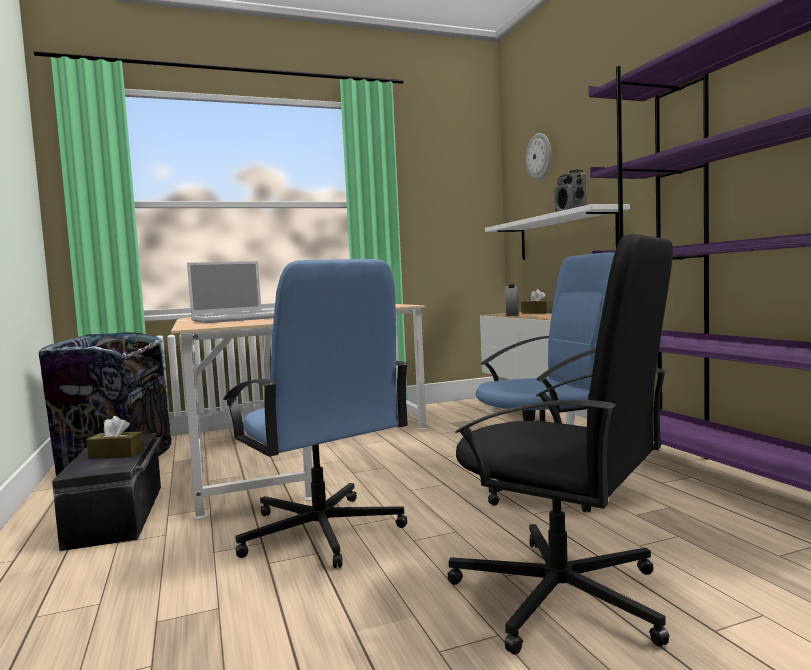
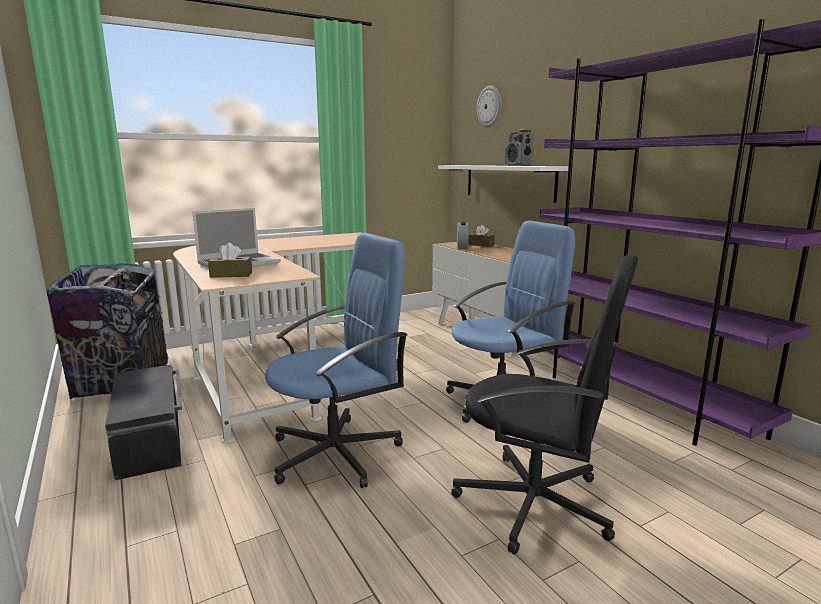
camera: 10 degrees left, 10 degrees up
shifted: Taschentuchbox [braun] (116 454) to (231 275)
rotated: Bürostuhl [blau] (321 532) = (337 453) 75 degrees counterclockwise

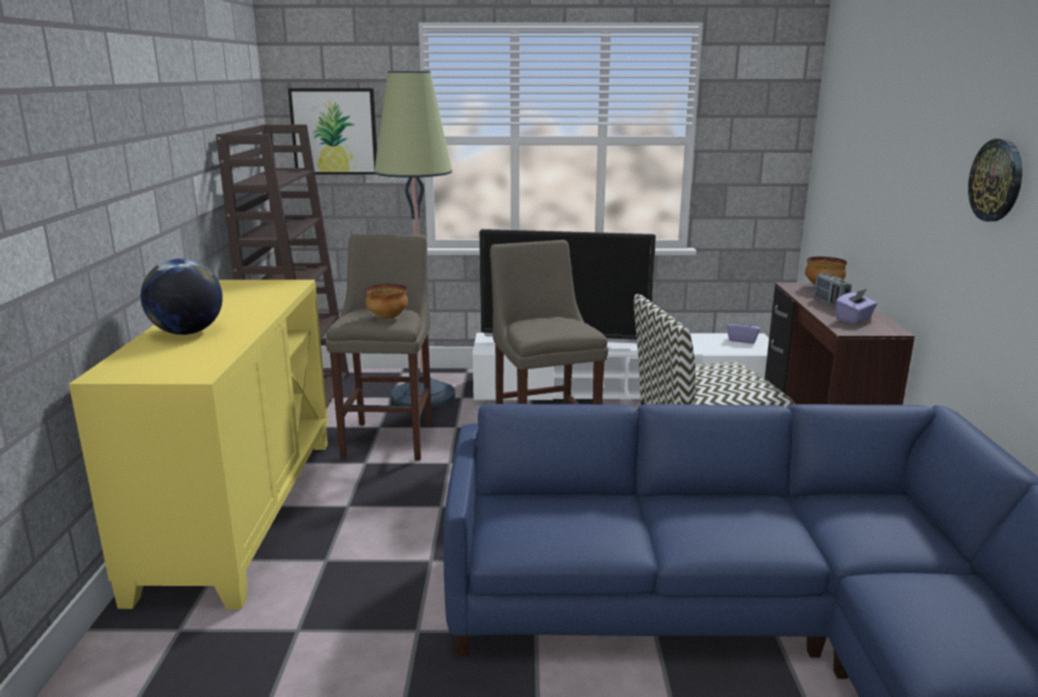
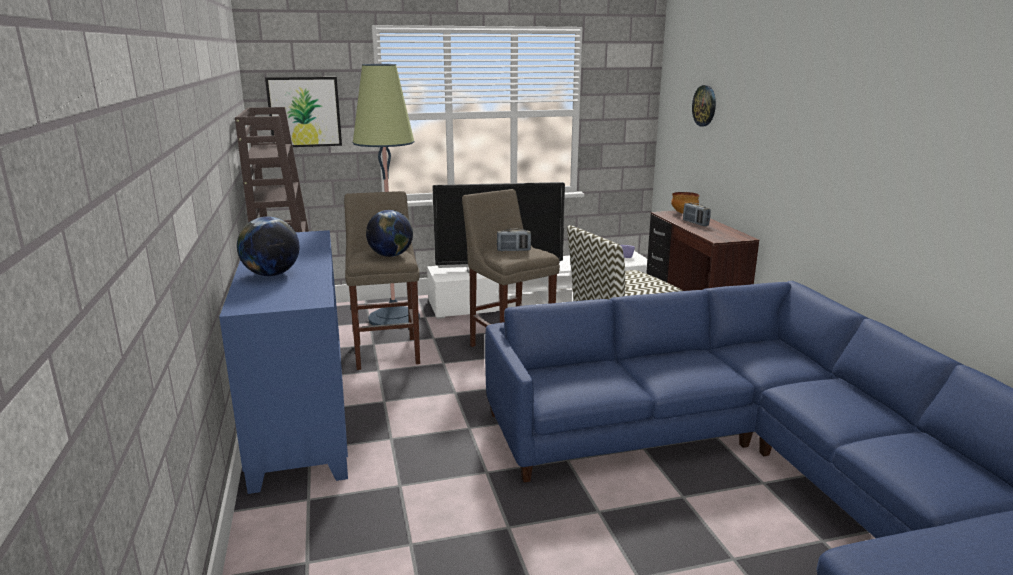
camera: 15 degrees left, 0 degrees up
gone: Taschentuchbox [lila] (854 319)
new: Radio (513 250)
shifted: Wanduhr (996 180) to (704 105)
swapped: Schüssel (388 317) to Globus (391 255)
repainted: Schrank [gelb] (239 512) to Schrank [blau] (300 416)

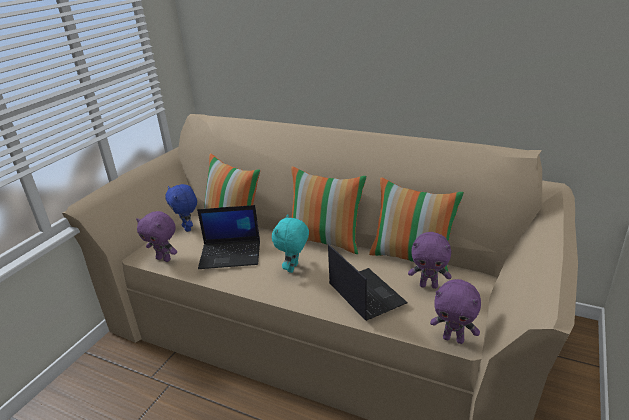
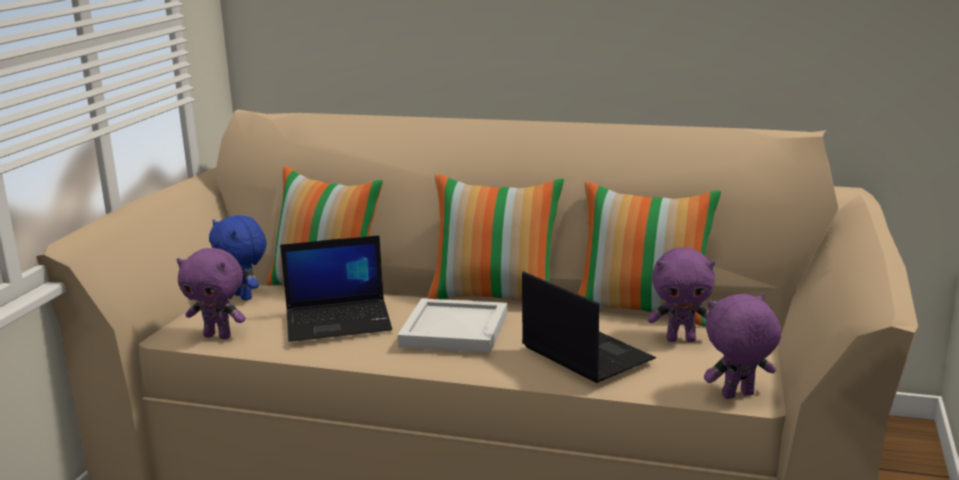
camera: 10 degrees left, 10 degrees down
swapped: Plüschtier [türkis] (293 268) to Tablett [weiß] (455 331)
rotated: Plüschtier [lila] (453 339) = (738 396) 150 degrees clockwise

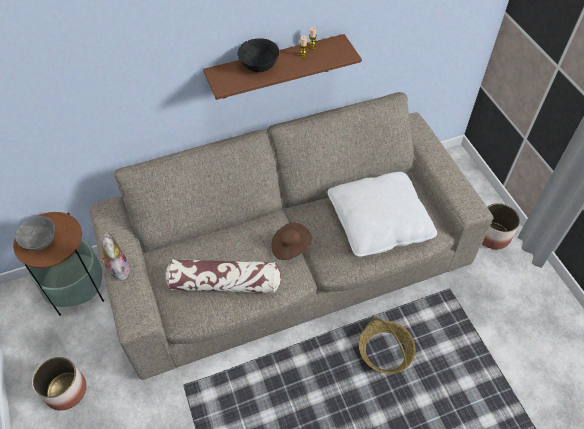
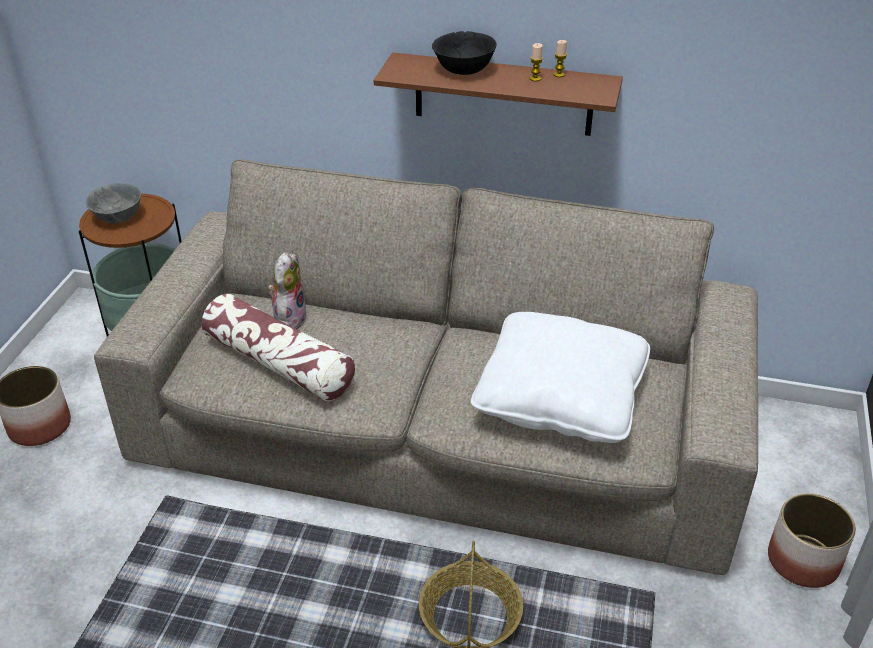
camera: 35 degrees right, 15 degrees down
gone: Hut [braun] (290 247)
shifted: Plüschtier (118 269) to (289 319)

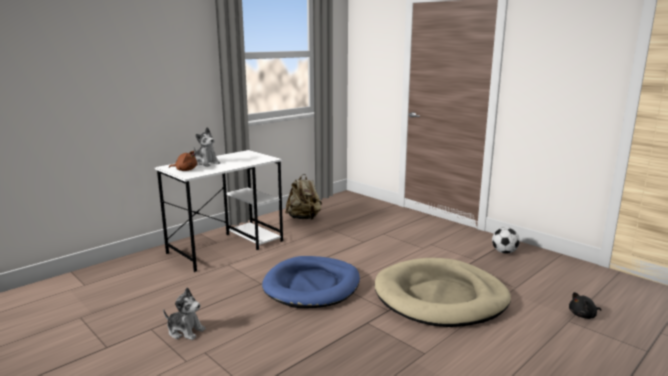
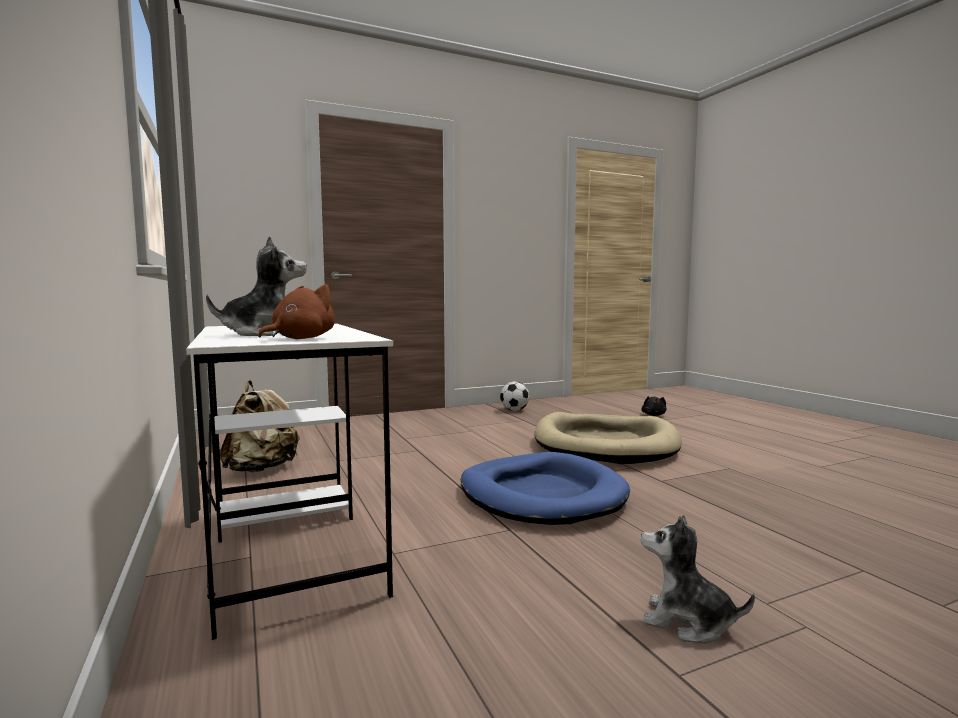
camera: 70 degrees left, 10 degrees down
rotated: Plüschtier (185 331) = (687 622) 105 degrees counterclockwise

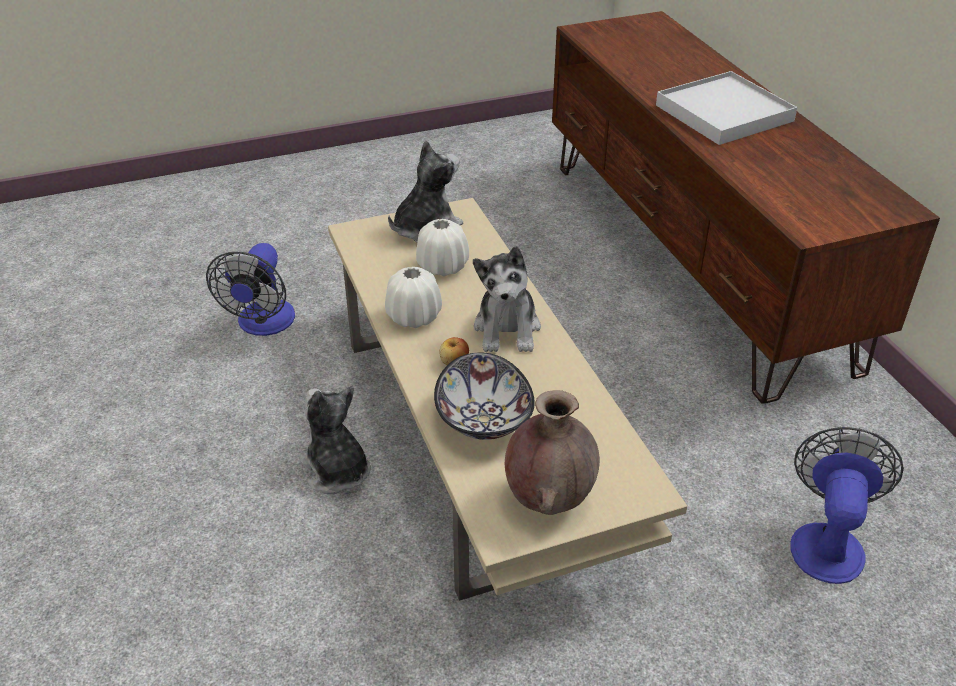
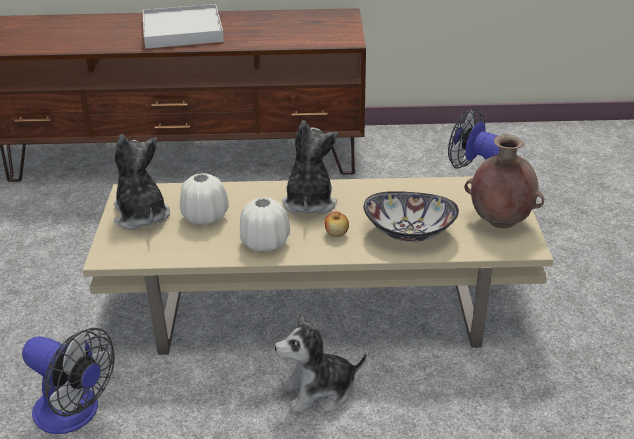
camera: 70 degrees left, 5 degrees down
rotated: Plüschtier (507 329) = (309 202) 105 degrees counterclockwise

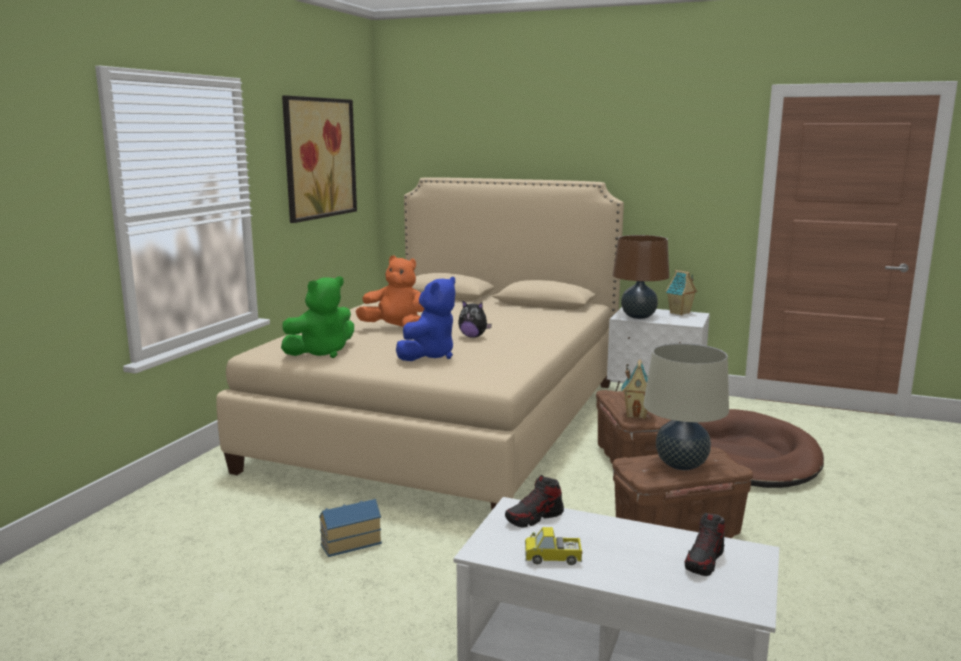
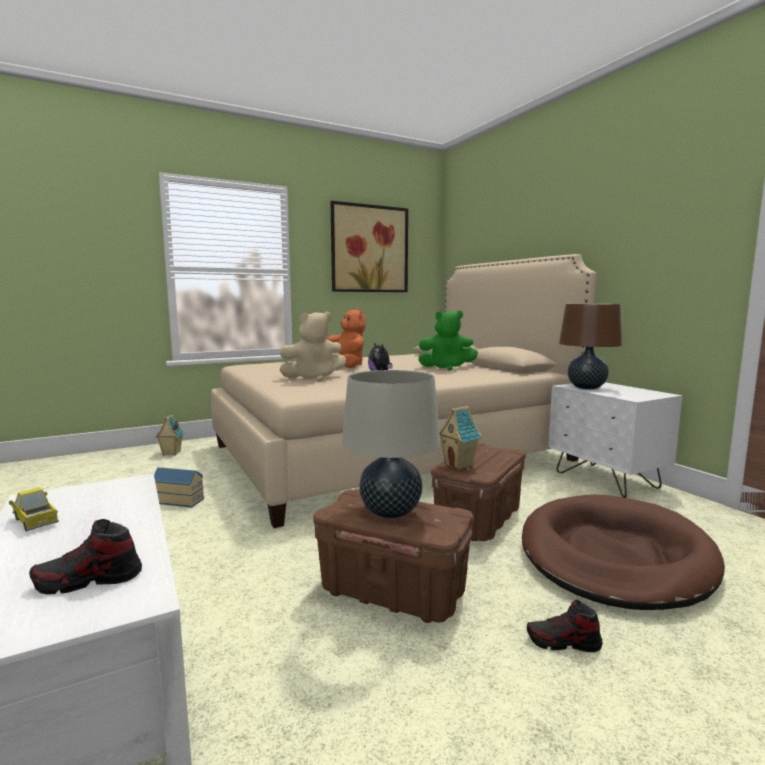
camera: 40 degrees right, 5 degrees down
shifted: Spielzeughaus (680 313) to (171 454); Plüschtier [grün] (321 352) to (447 368); Schuh (534 517) to (563 642)
repainted: Plüschtier [blau] (429 355) to Plüschtier [beige] (314 378)

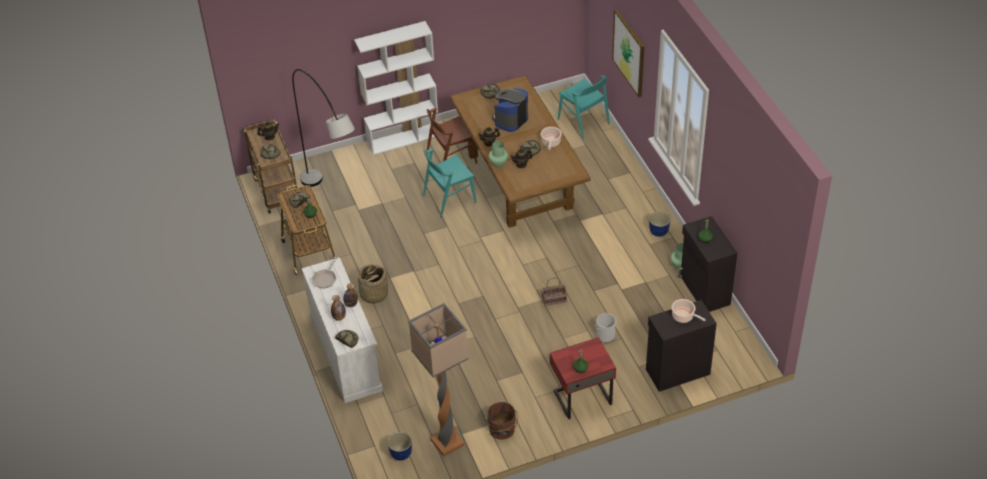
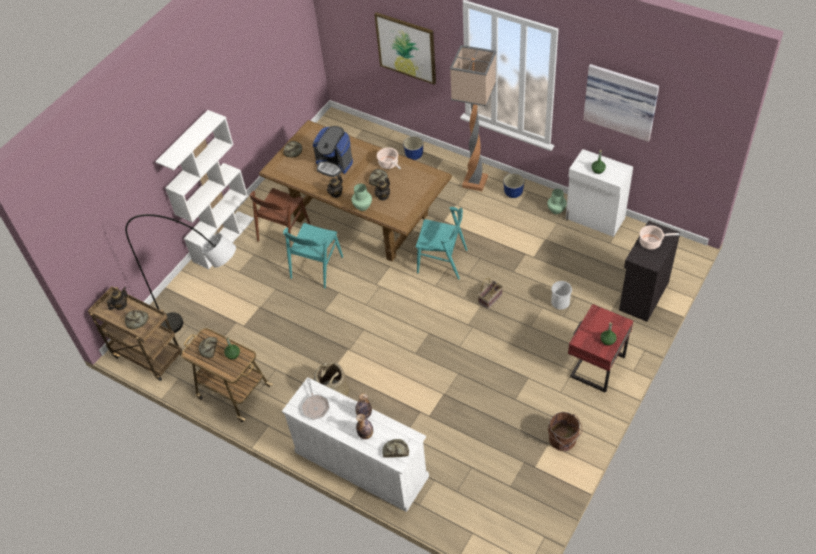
camera: 35 degrees left, 5 degrees up
new: Bild (621 100)
shifted: Pflanzkübel (401 454) to (414 155); Stuhl [türkis] (583 122) to (442 261); Stehlampe (447 443) to (475 182)
repainted: Schrank [schwarz] (704 290) to Schrank [weiß] (595 219)
rotated: Kaffeemaschine (510 120) = (334 164) 60 degrees counterclockwise

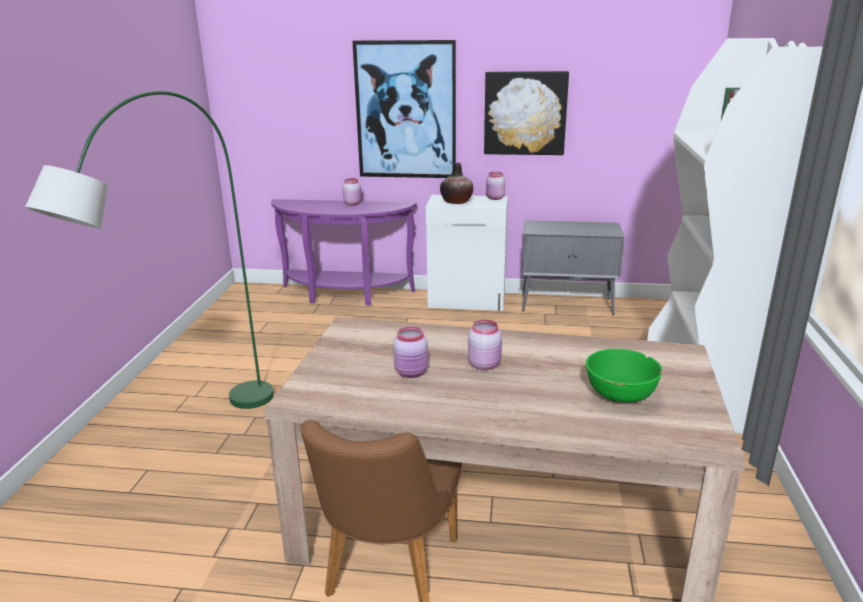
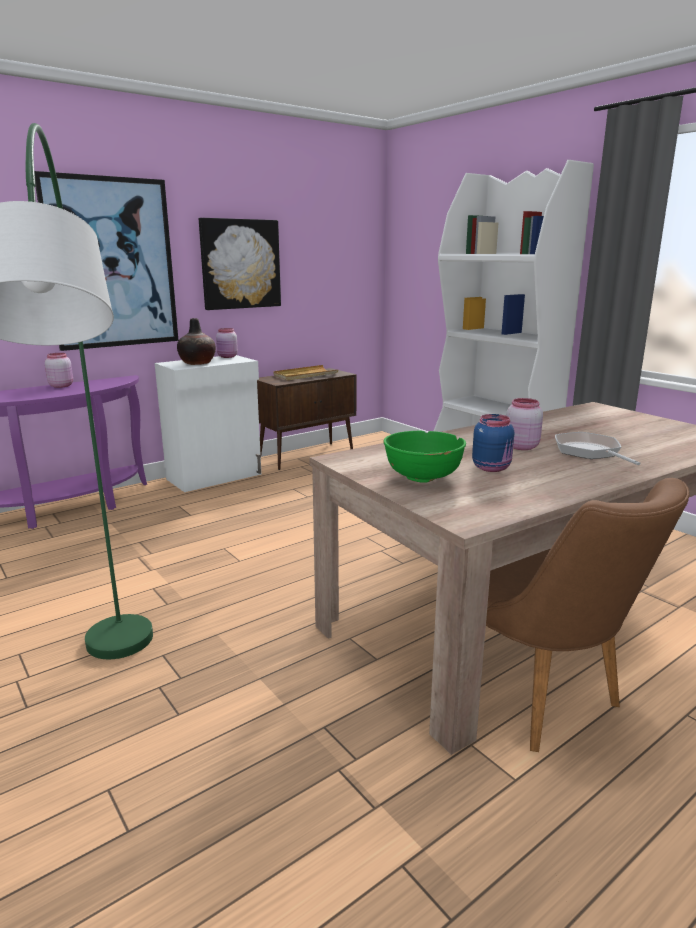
camera: 45 degrees left, 5 degrees down
new: Tablett [beige] (305 375); Pfanne (589 452)
shifted: Schüssel [grün] (620 394) to (422 476)
repainted: Schrank [grau] (567 305) to Schrank [braun] (307 455); Vorratsglas [rosa] (412 373) to Vorratsglas [blau] (492 468)

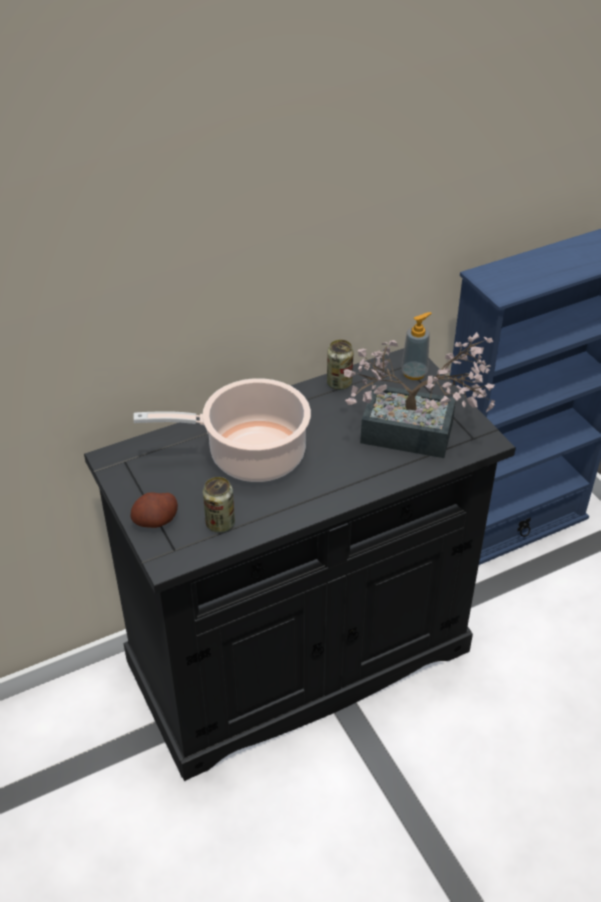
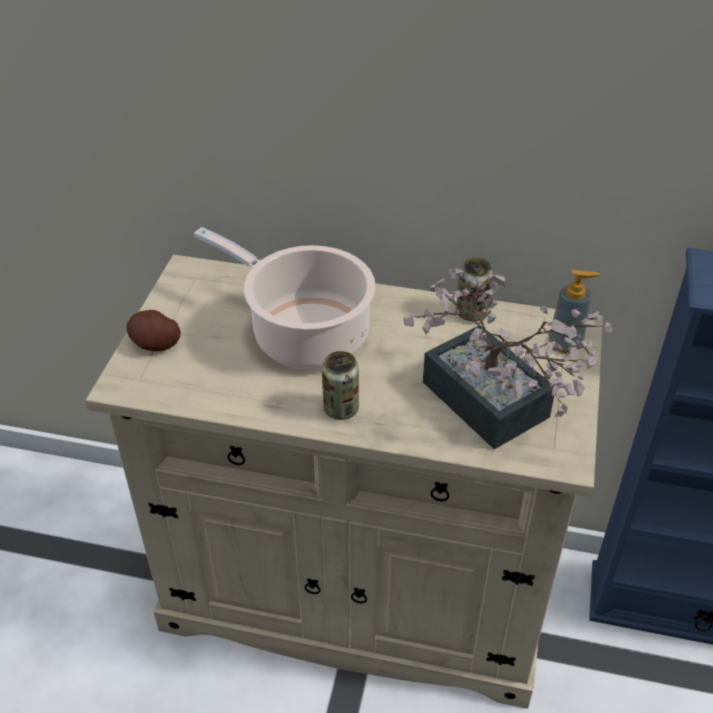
camera: 40 degrees right, 0 degrees up
shifted: Dose (220 524) to (341 409)
repainted: Schrank [schwarz] (299 657) to Schrank [beige] (356 593)

